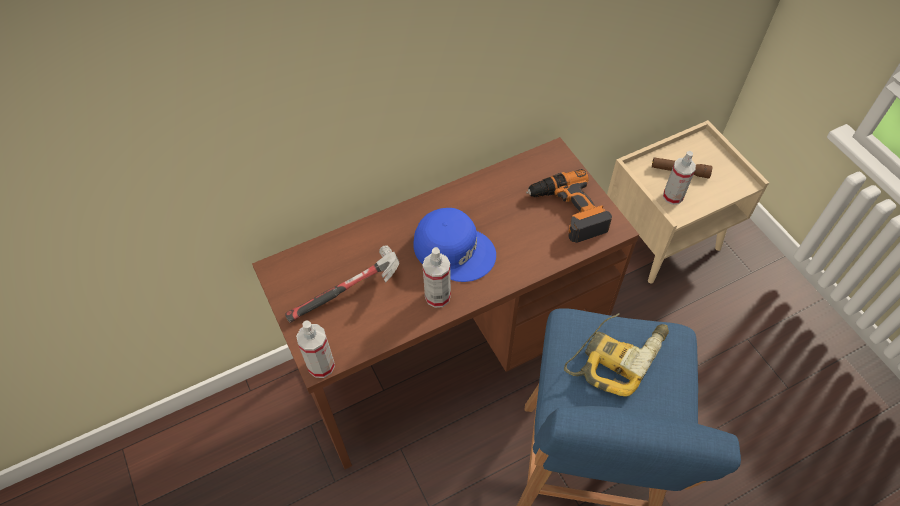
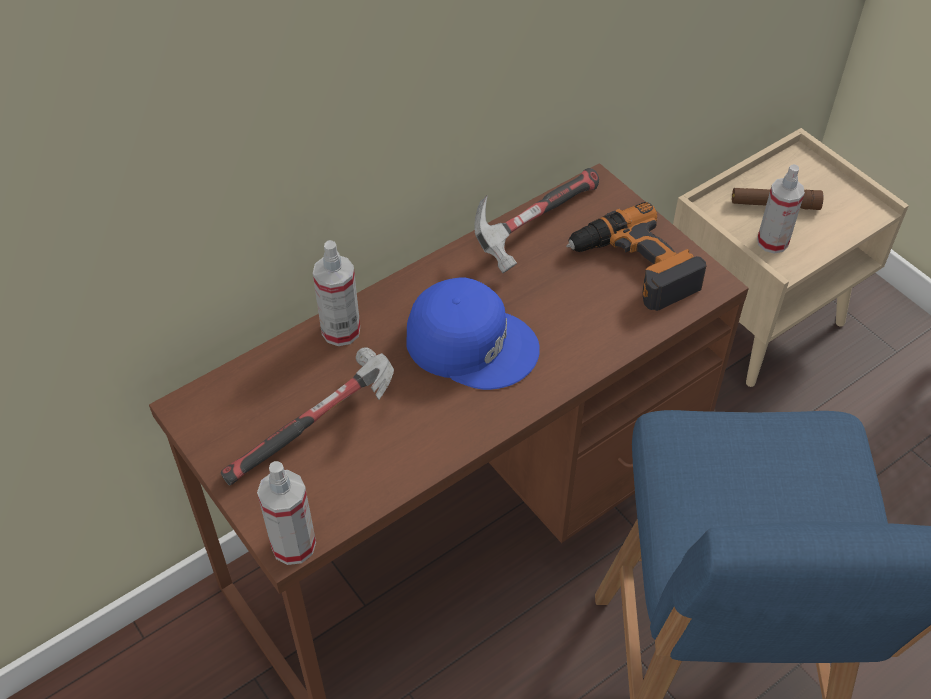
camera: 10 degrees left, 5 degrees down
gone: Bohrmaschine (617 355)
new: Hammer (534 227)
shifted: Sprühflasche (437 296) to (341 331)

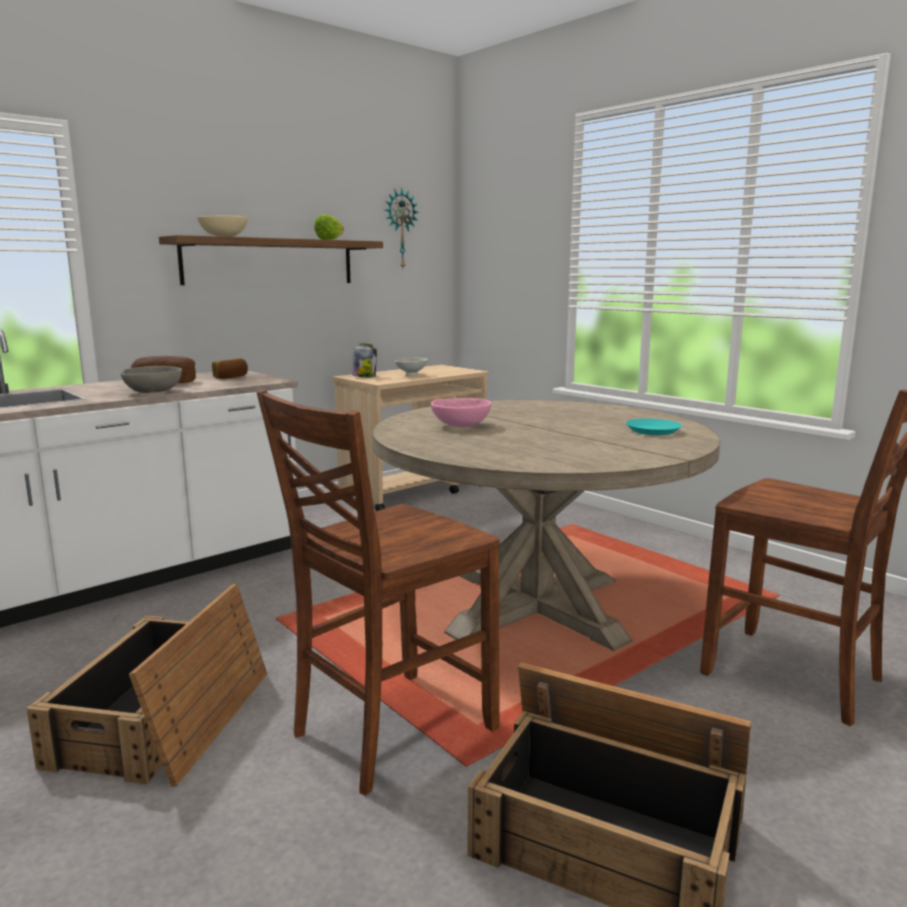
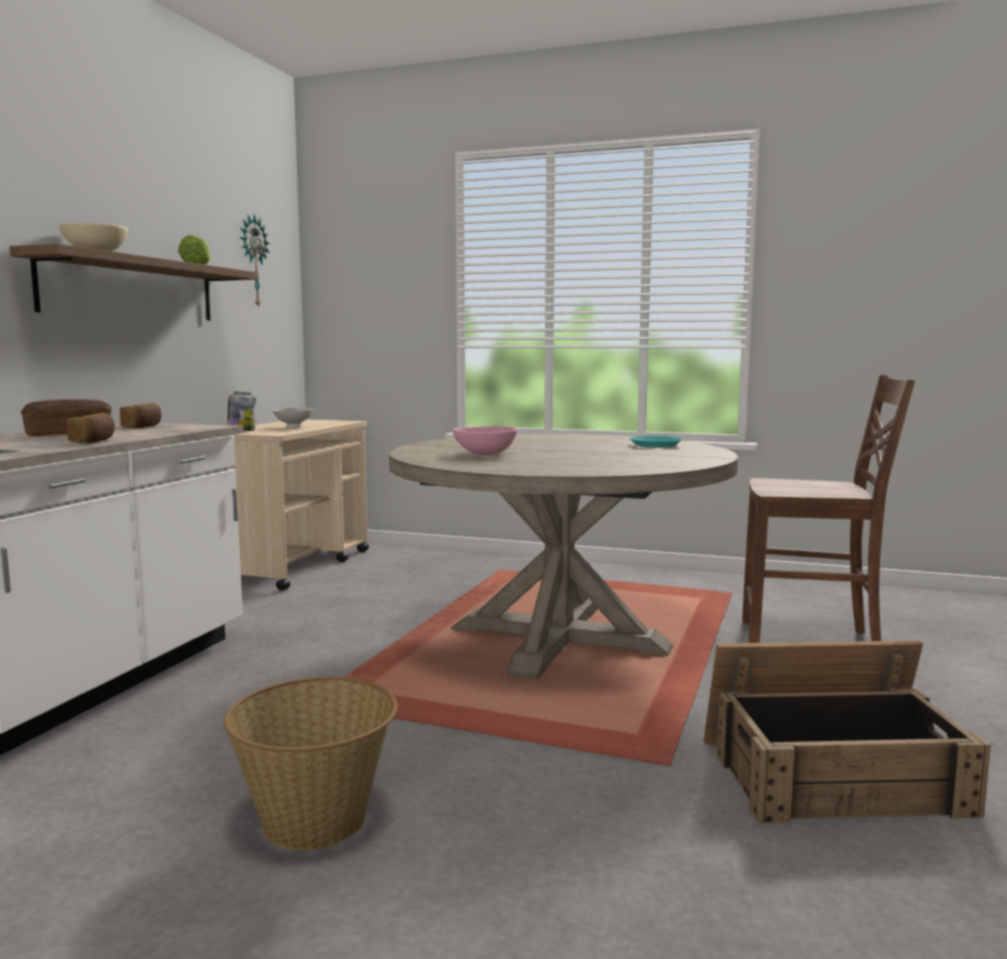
camera: 30 degrees left, 5 degrees down
gone: Stuhl [braun] (389 731)
swapped: Schüssel [grau] (152 392) to Brot (94 441); Kiste (164 719) to Korb (316 820)

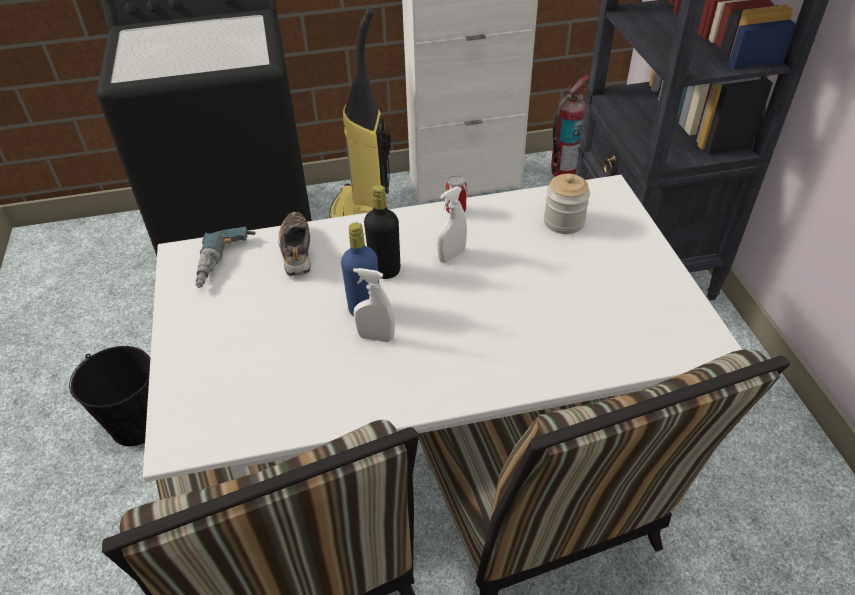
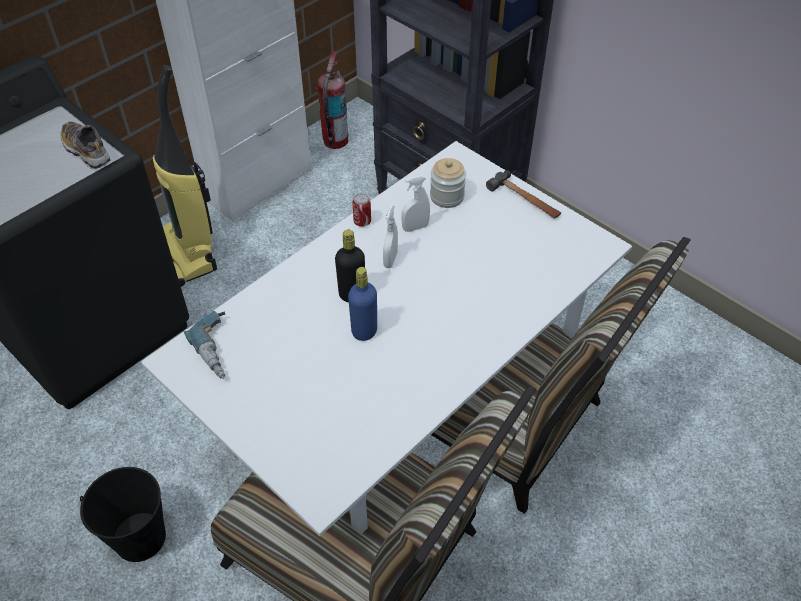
camera: 35 degrees left, 5 degrees up
new: Hammer (524 200)
shifted: Schuh (296 251) to (86 152); Sprühflasche [weiß] (376 337) to (415 227)

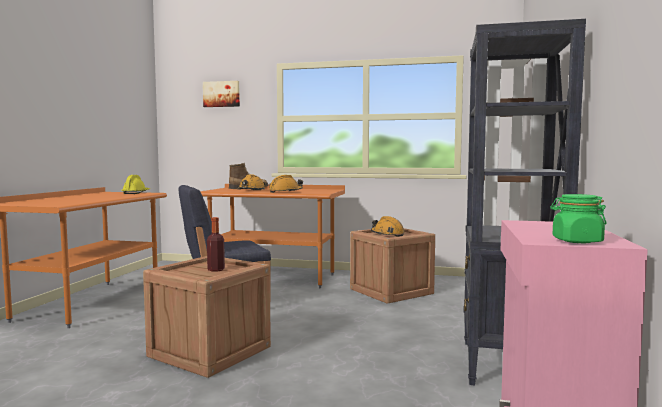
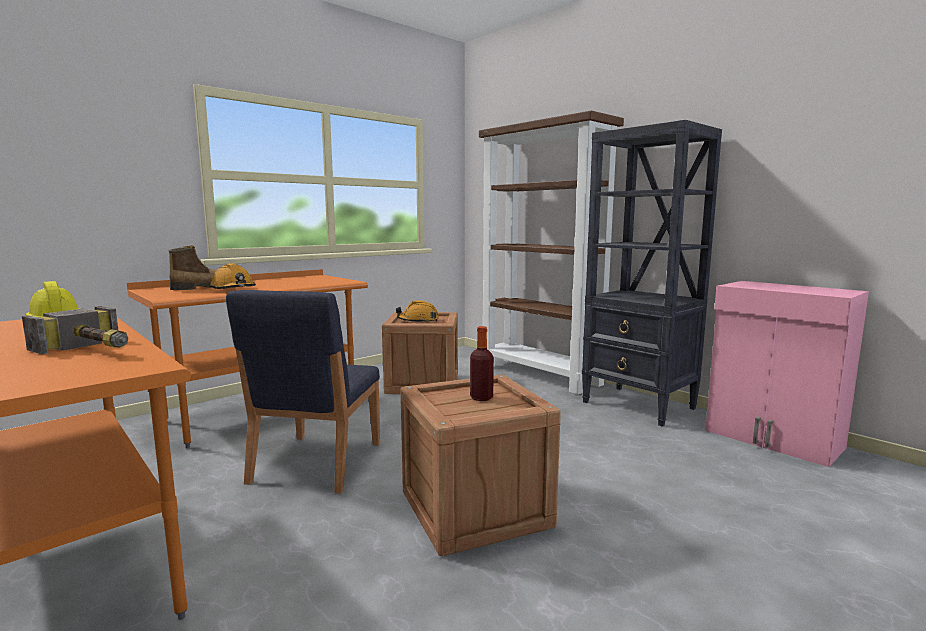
camera: 55 degrees left, 5 degrees up
gone: Bild (221 94); Schutzhelm [orange] (285 192); Vorratsglas [grün] (576 241)
new: Hammer (95 350)

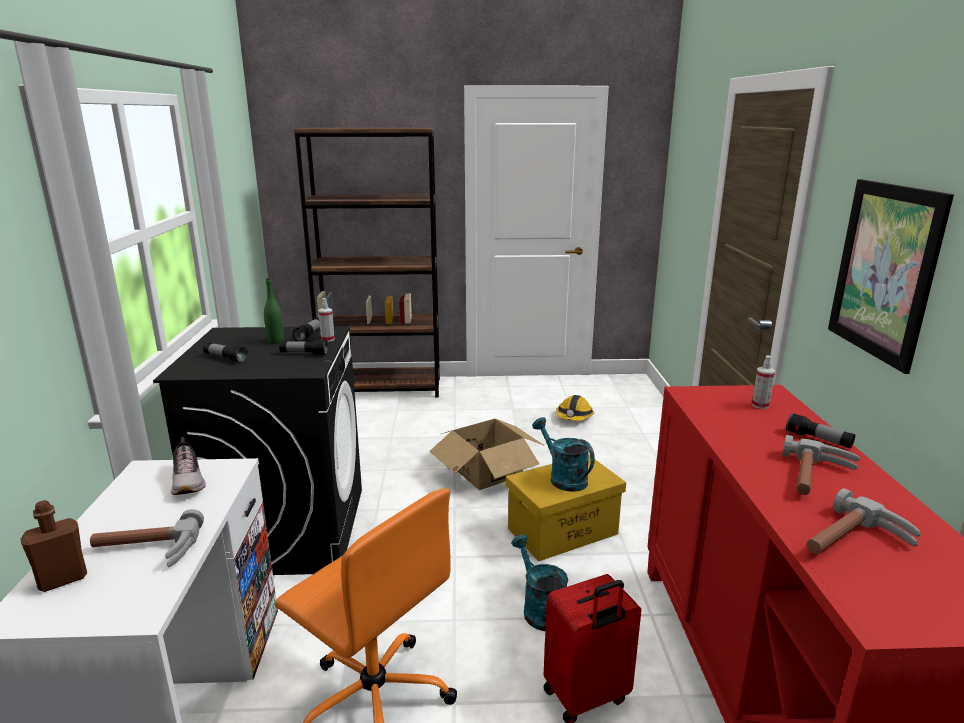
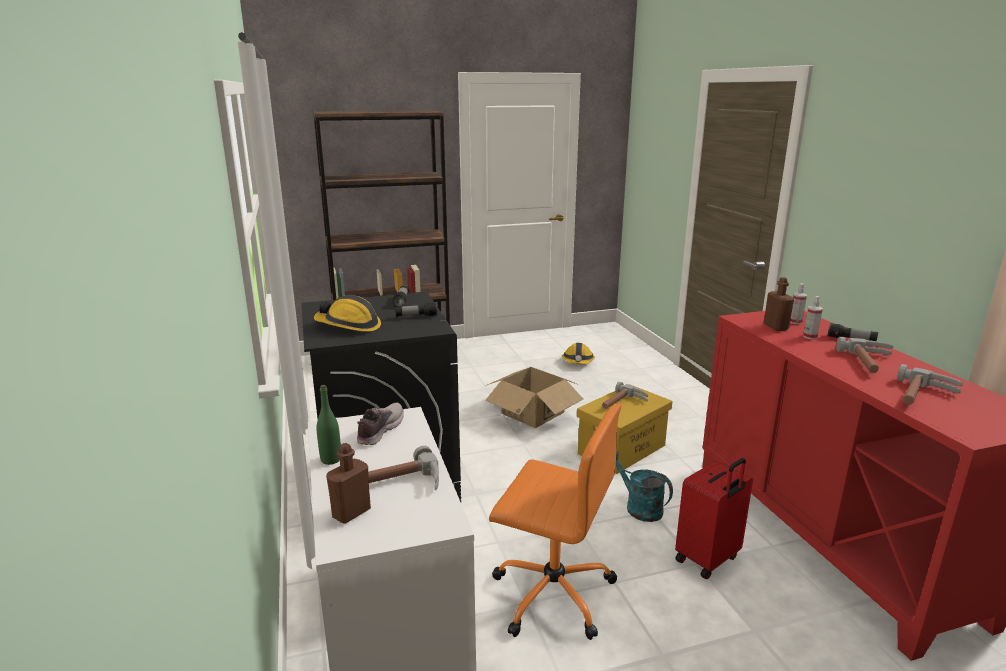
camera: 15 degrees left, 0 degrees up
gone: Bild (884 271)
new: Flasche [braun] (775 327)
shifted: Flasche [grün] (275 341) to (331 459); Sprühflasche (327 339) to (810 337)
swapped: Taschenlampe (225 358) to Schutzhelm (349 326); Gießkanne [türkis] (563 477) to Hammer (623 403)
rotated: Schuh (188 481) = (379 430) 120 degrees counterclockwise

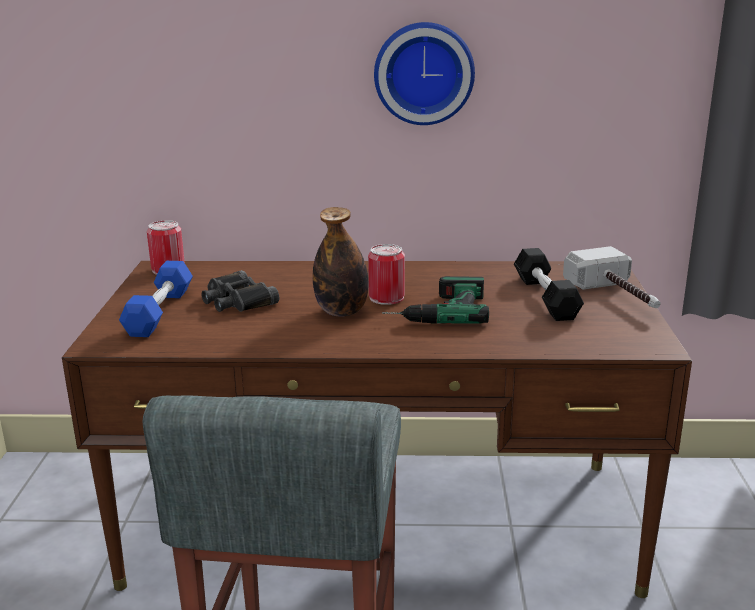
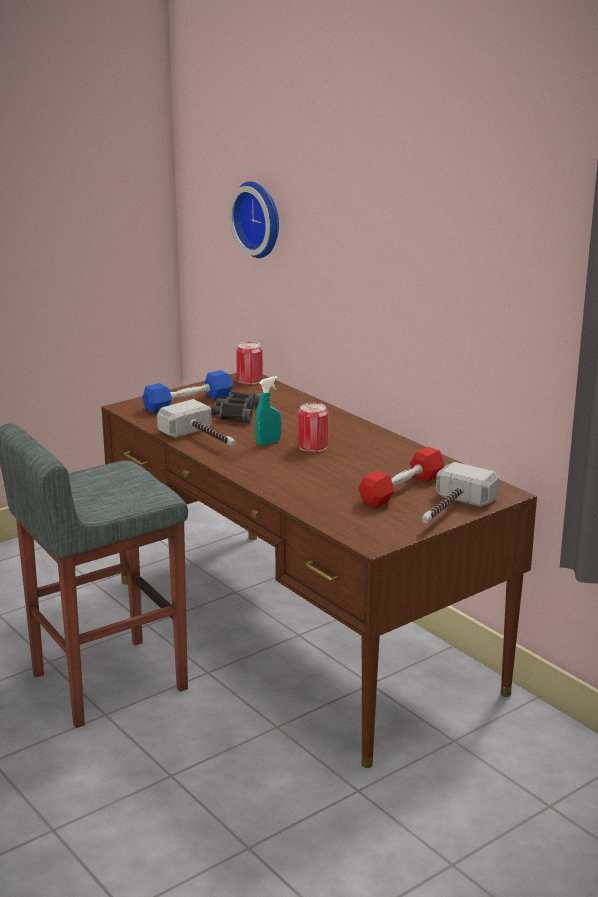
camera: 50 degrees right, 0 degrees up
gone: Bohrmaschine (435 310)
new: Hammer (204 439)
shifted: Wanduhr (424 73) to (260 219)
swapped: Flasche (342 312) to Sprühflasche [türkis] (268 443)
repainted: Hantel [schwarz] (545 297) to Hantel [rot] (402 489)

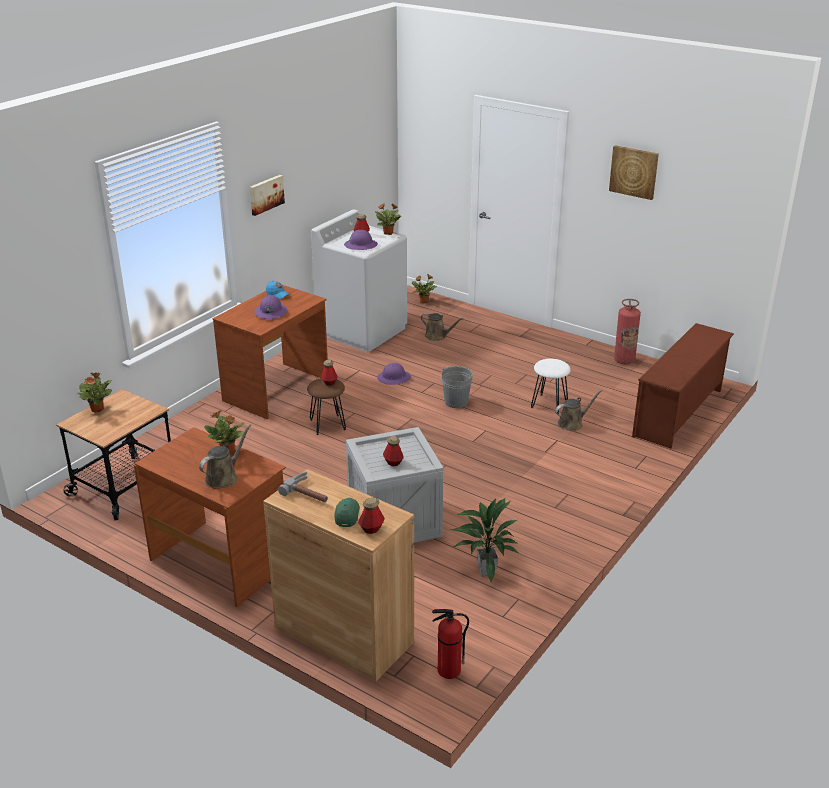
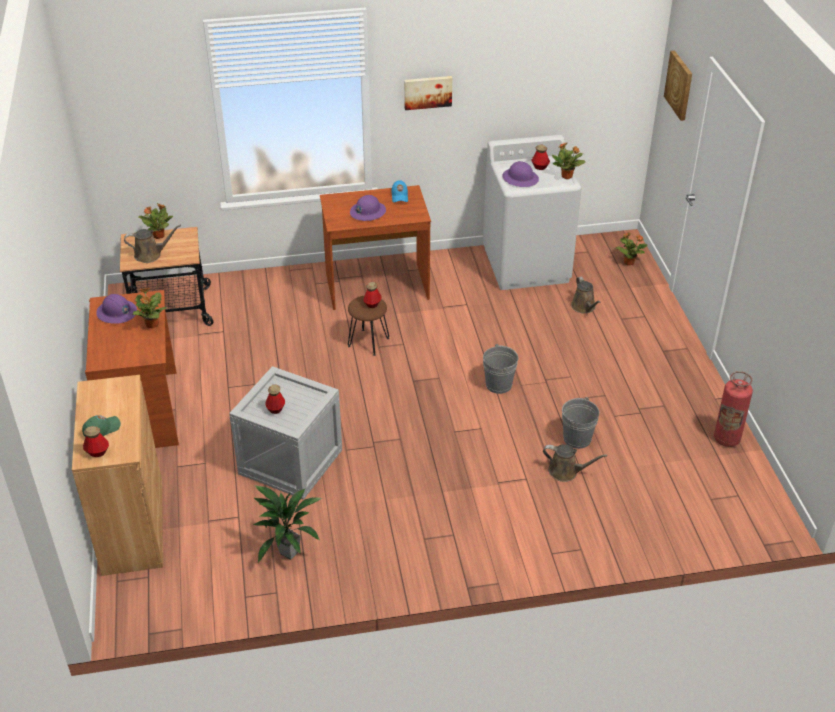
camera: 45 degrees right, 10 degrees up
gone: Hammer (309 493); Feuerlöscher (448 670); Schuhregal [braun] (679 413)
shifted: Schutzhelm [lila] (394 378) to (117 313); Gießkanne [braun] (224 477) to (150 255); Bild (634 172) to (679 85)
swapped: Hocker [weiß] (549 404) to Eimer [grau] (577 438)

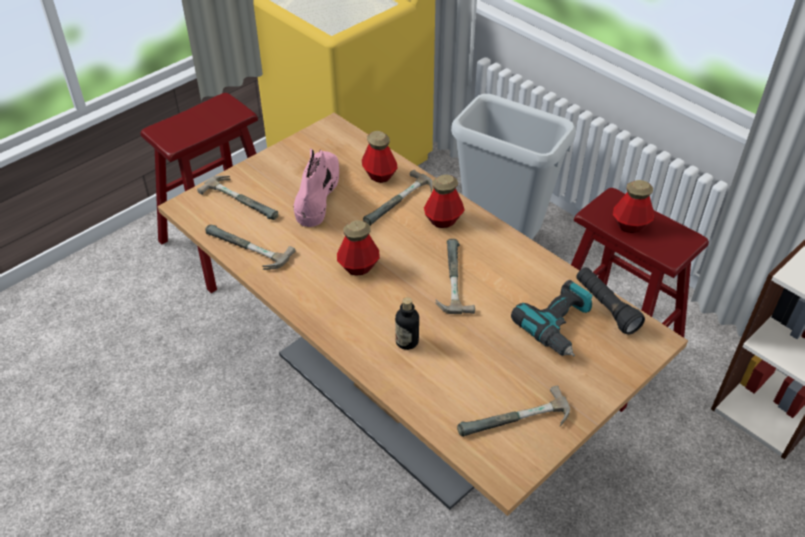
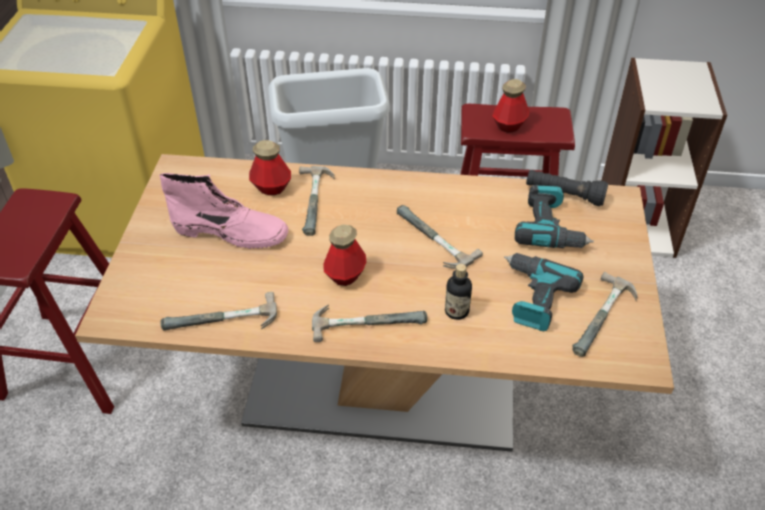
camera: 40 degrees left, 0 degrees up
gone: Flasche (443 220)
new: Bohrmaschine (533 297)
shifted: Hammer (244 198) to (367 319)
rotated: Stiefel [rosa] (318 192) = (231 232) 135 degrees clockwise

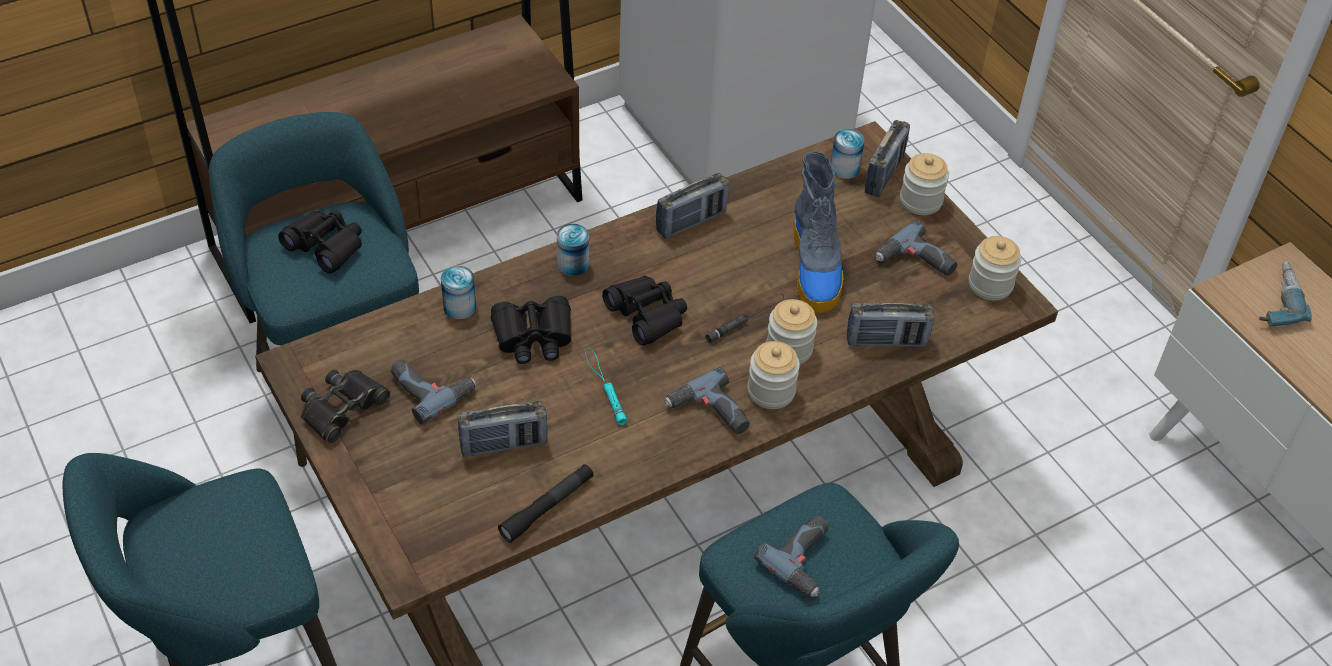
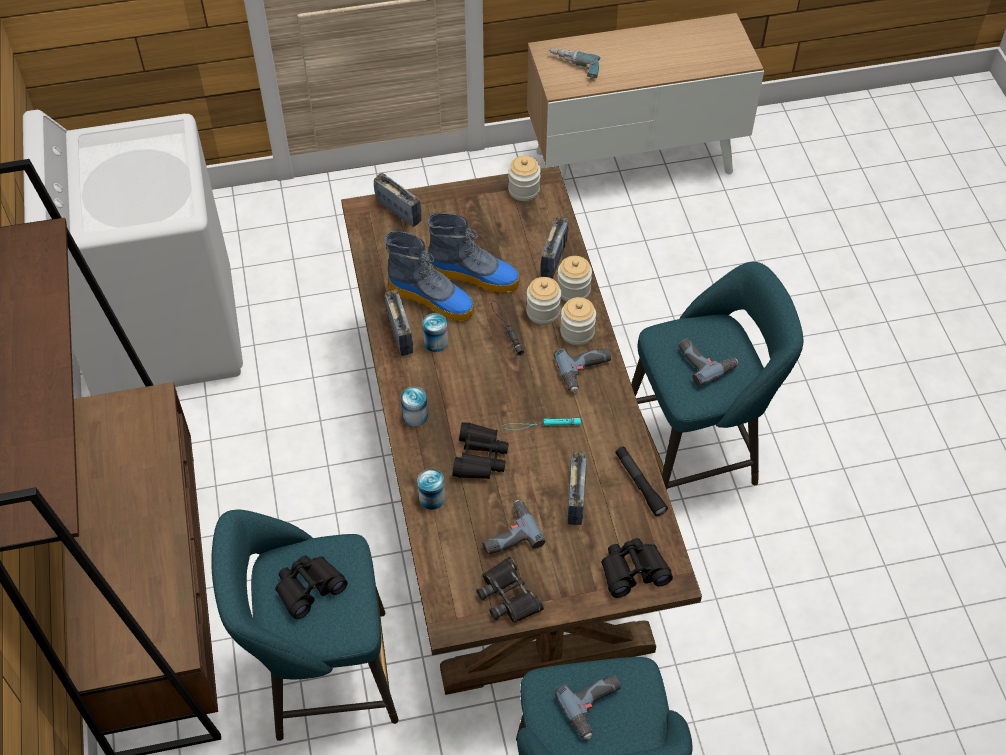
camera: 70 degrees left, 5 degrees up
new: Stiefel (432 299)
shifted: Dose (844 168) to (436 342); Bohrmaschine (916 262) to (594 707); Vorratsglas (920 201) to (573 291); Fernglas [schwarz] (647 315) to (633 571)

